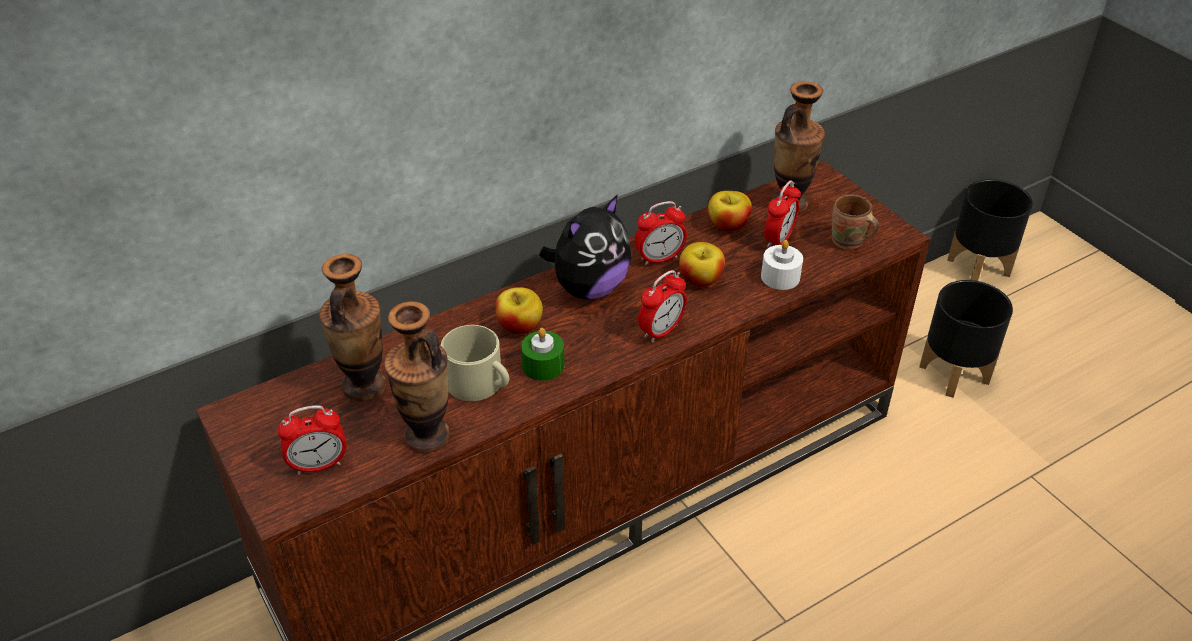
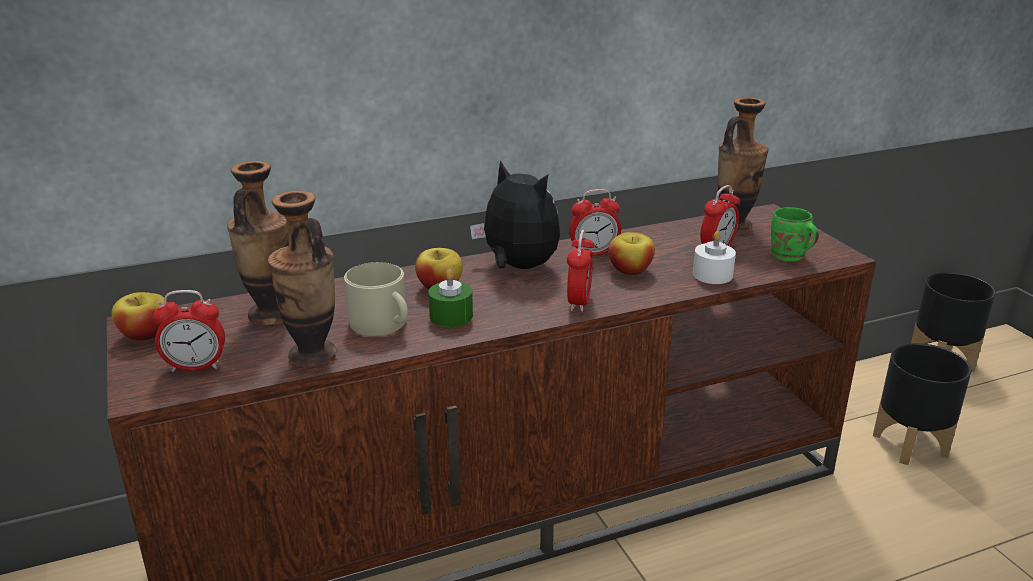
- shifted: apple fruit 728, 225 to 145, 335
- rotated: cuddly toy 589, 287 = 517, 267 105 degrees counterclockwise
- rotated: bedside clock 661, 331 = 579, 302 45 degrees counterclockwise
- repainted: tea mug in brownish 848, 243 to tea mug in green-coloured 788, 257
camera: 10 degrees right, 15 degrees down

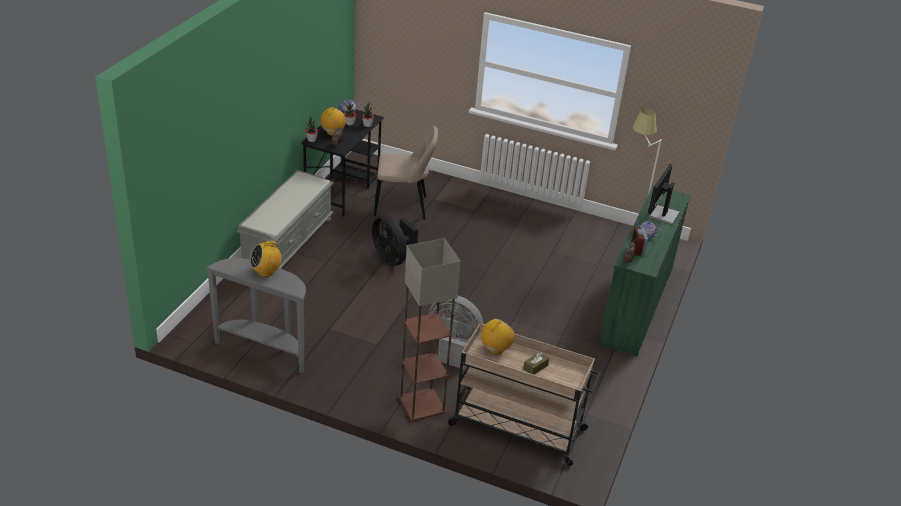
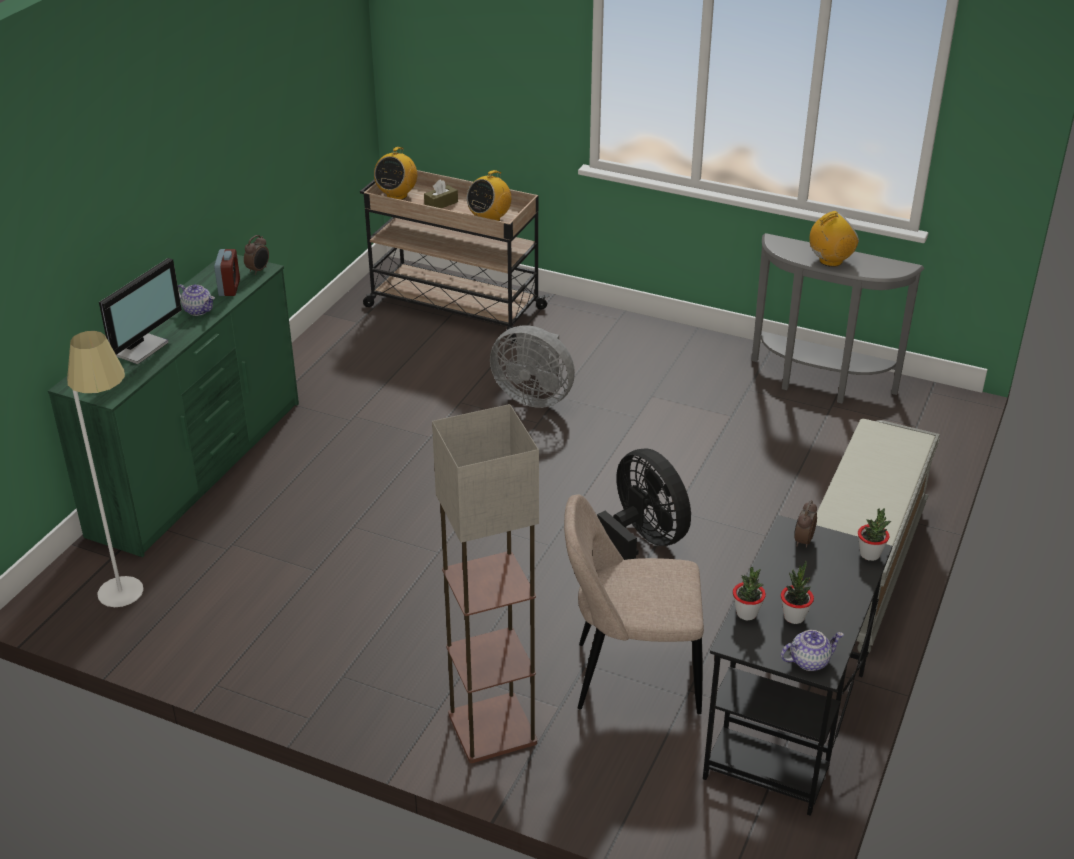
- shifted: radio receiver 333, 132 to 397, 195
- shifted: standard lamp 421, 405 to 493, 727
camera: 175 degrees left, 0 degrees up

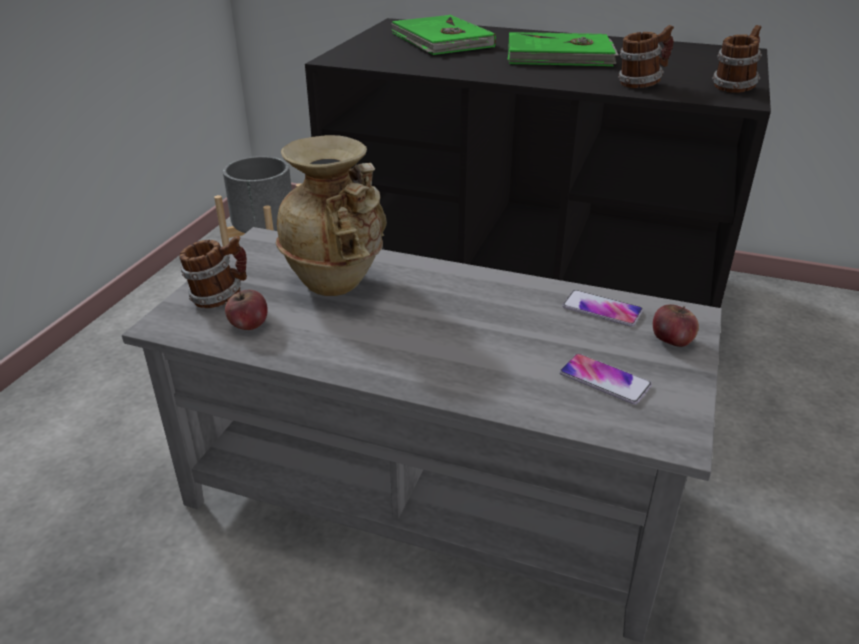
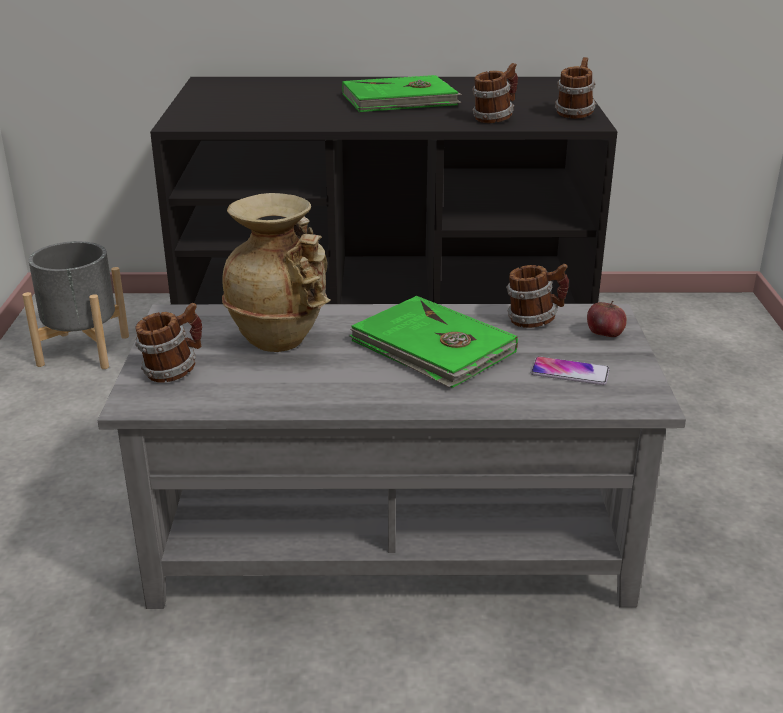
- shifted: book in green-coloured 440, 40 to 432, 348
- swapped: telephone 602, 309 to tea mug 534, 320
- gone: apple fruit 248, 325
camera: 20 degrees left, 5 degrees down

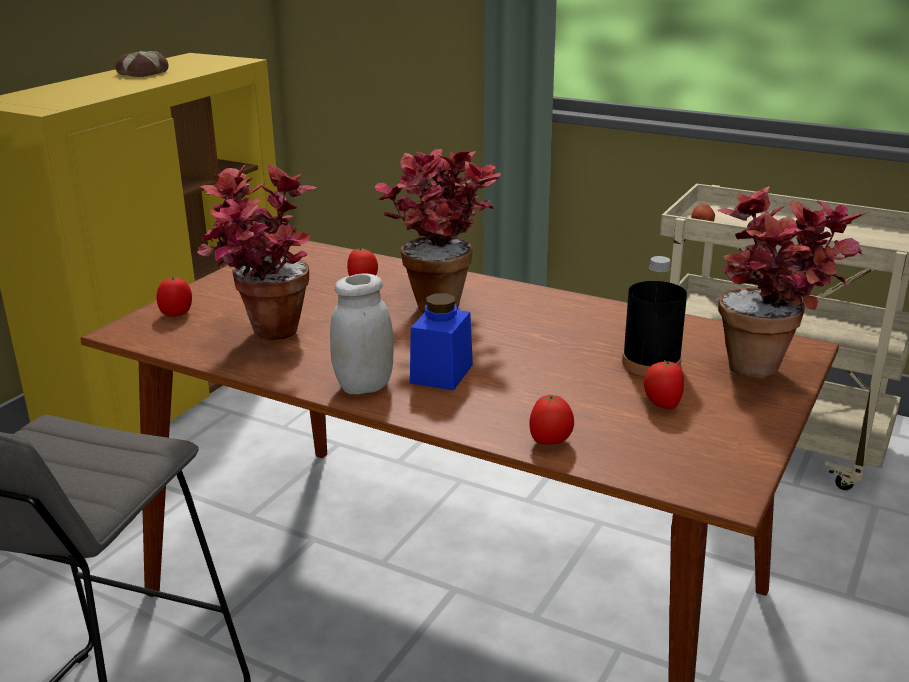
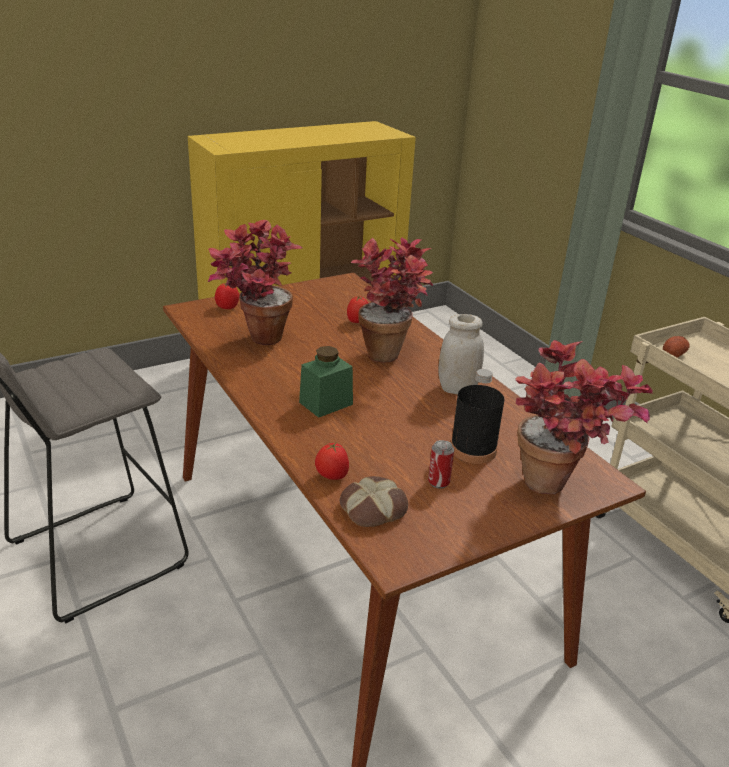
- repainted: storage jar in bluish 441, 373 to storage jar in green-coloured 326, 403
- shifted: bread 142, 72 to 373, 508
- swapped: whole tomato 662, 405 to metal can 438, 482
- shifted: storage jar in white-coloured 364, 386 to 457, 389
camera: 30 degrees right, 5 degrees up

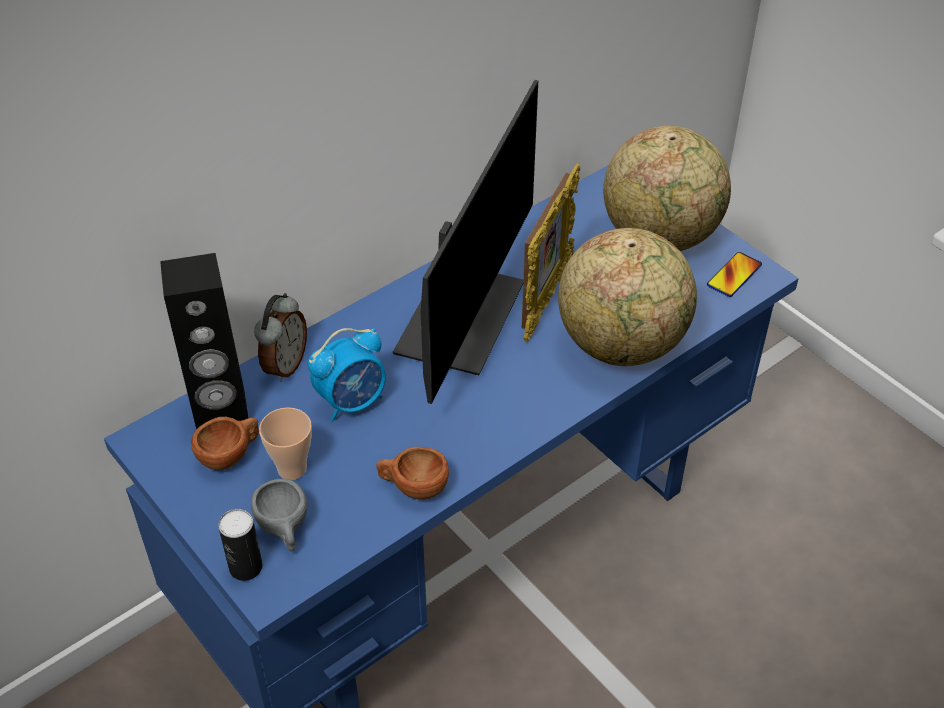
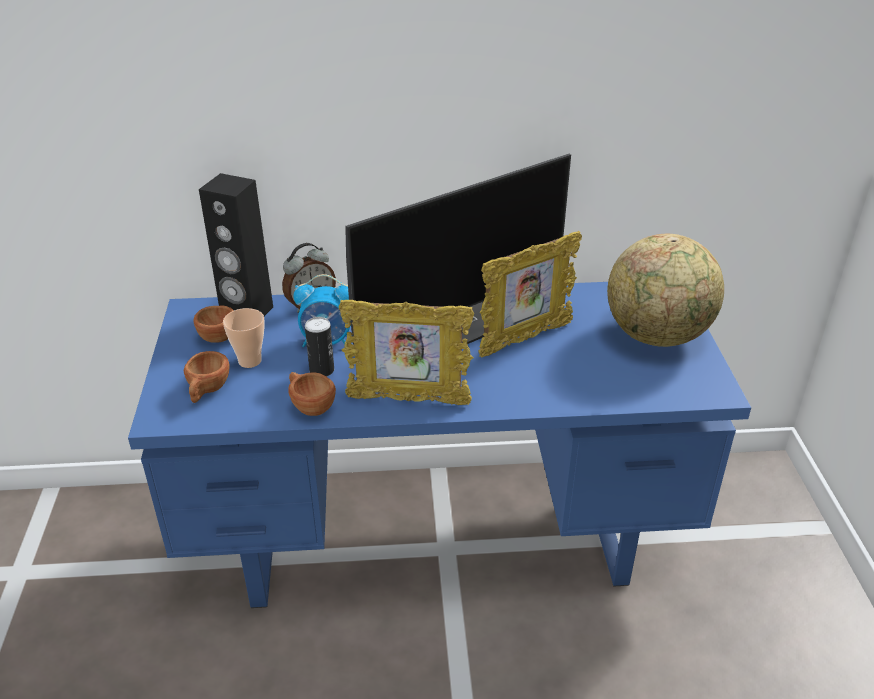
- repainted: small cup in gray 284, 529 to small cup in brownish 207, 391
- shifted: metal can 245, 567 to 322, 370
- new: standing frame 408, 400
- gone: desk globe 622, 344
- gone: telephone 734, 275
camera: 35 degrees right, 10 degrees down

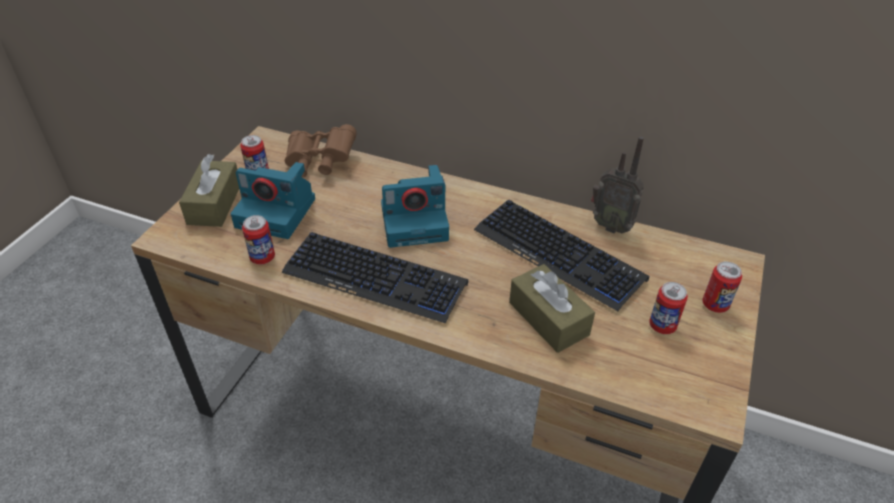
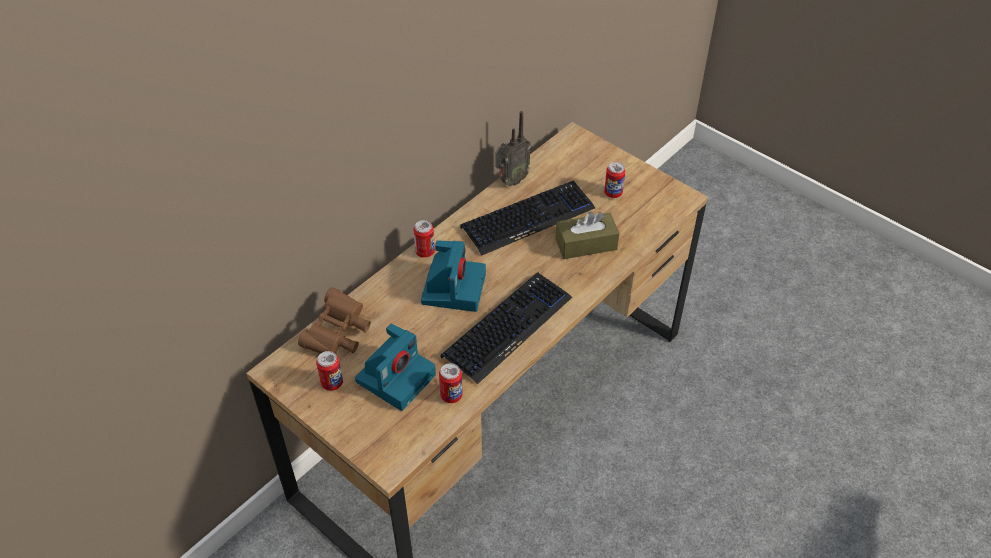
- shifted: metal can 715, 305 to 425, 252
- gone: box of tissues in brownish 214, 204
camera: 70 degrees left, 5 degrees up

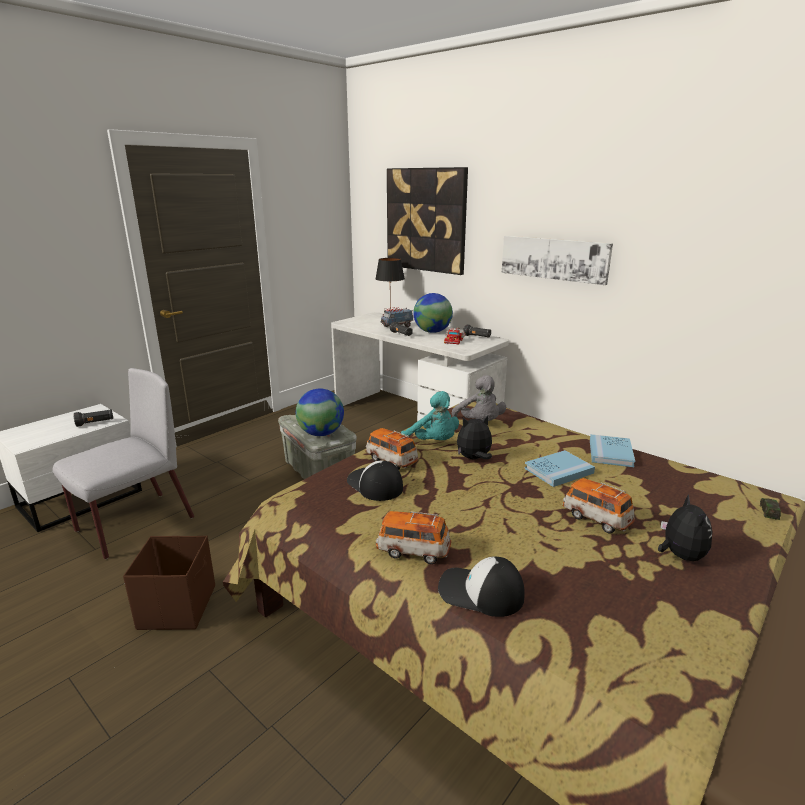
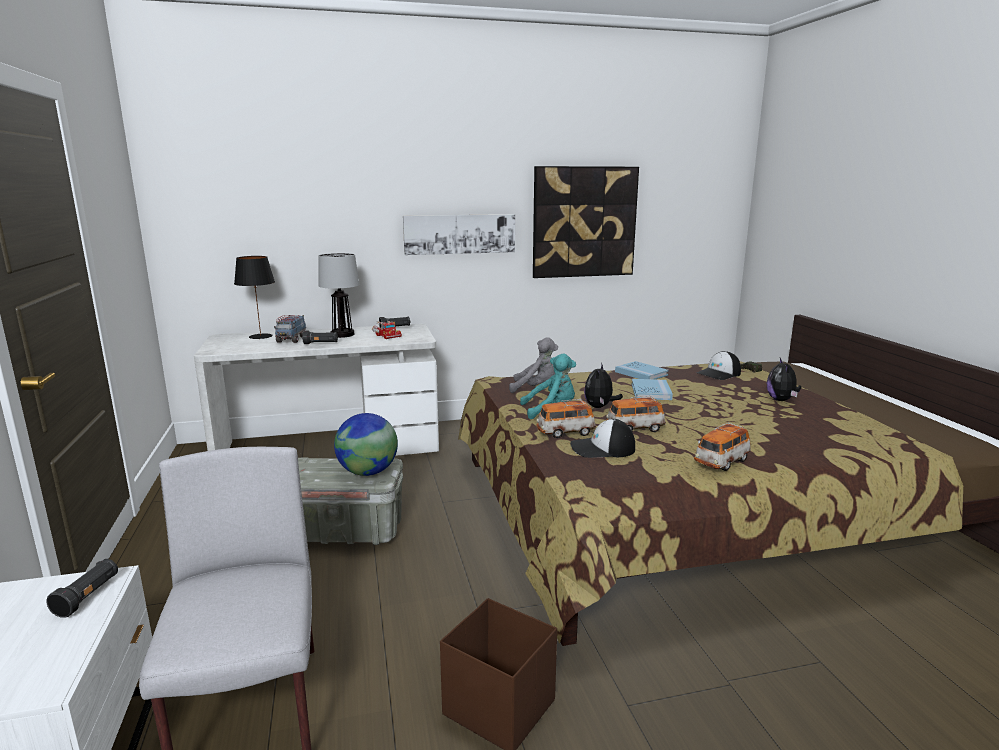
- swapped: desk globe 432, 332 to table lamp 343, 334
- shifted: picture 426, 220 to 584, 222
- shifted: toy car 596, 519 to 635, 428
- shifted: peaked cap 480, 592 to 719, 374
- rotated: cuddly toy 679, 555 = 781, 400 120 degrees counterclockwise
camera: 55 degrees left, 5 degrees down

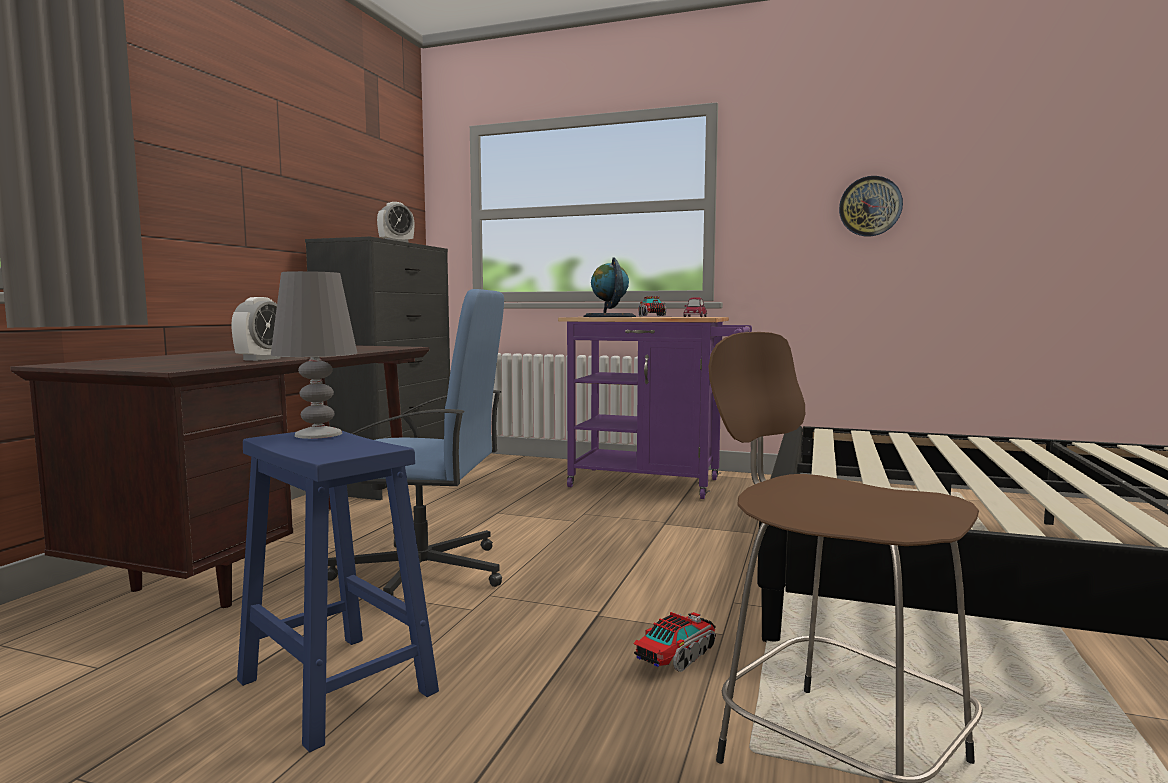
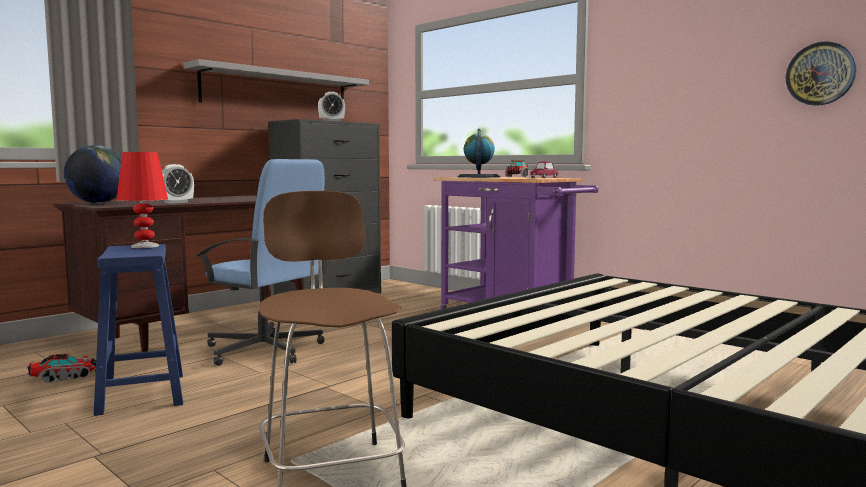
- shifted: model truck 677, 655 to 65, 377
- new: desk globe 98, 203
- repainted: table lamp in gray 318, 434 to table lamp in reddish 144, 246
- new: shelf in gray 277, 90
- shifted: hanging clock 870, 206 to 820, 74
camera: 25 degrees right, 0 degrees up

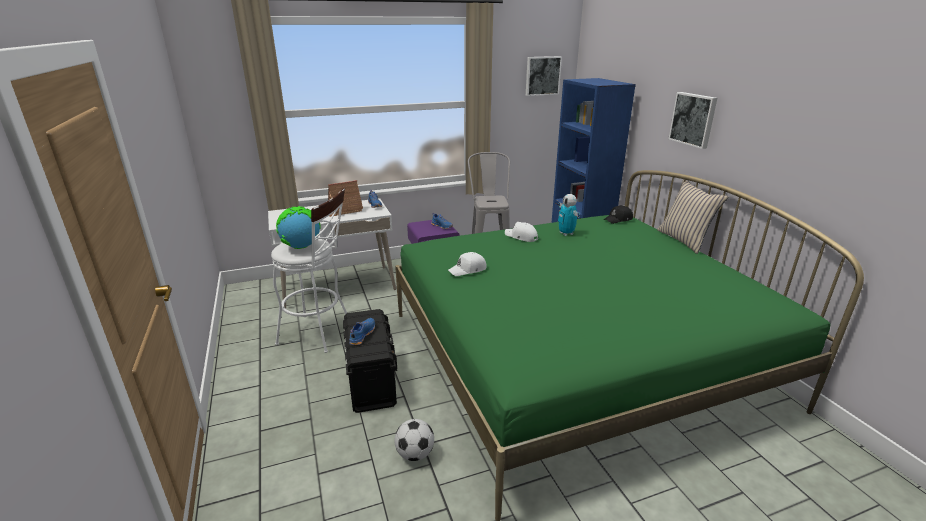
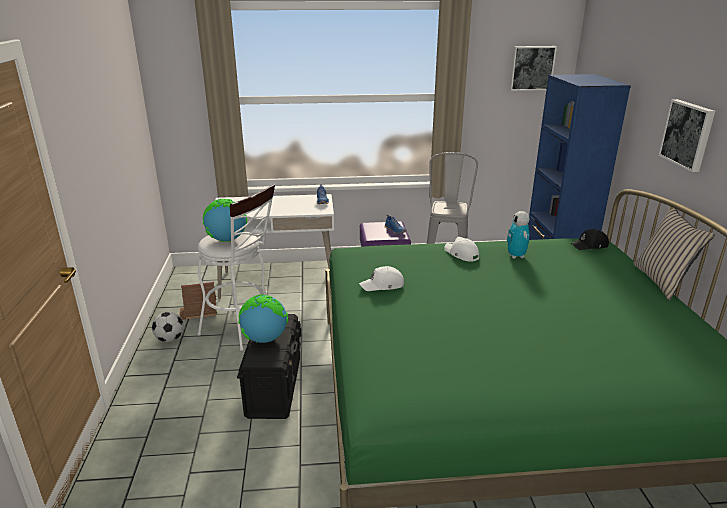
- shifted: ball for football 415, 454 to 170, 339
- shifted: toy house 343, 210 to 199, 311
- swapped: item of footwear in bluish 362, 335 to desk globe 264, 339
camera: 15 degrees right, 0 degrees up

